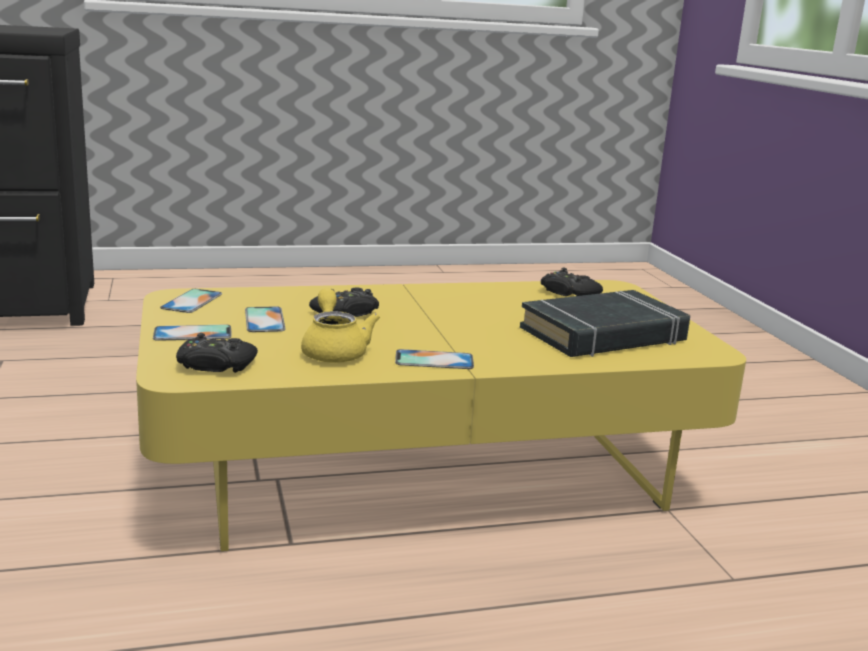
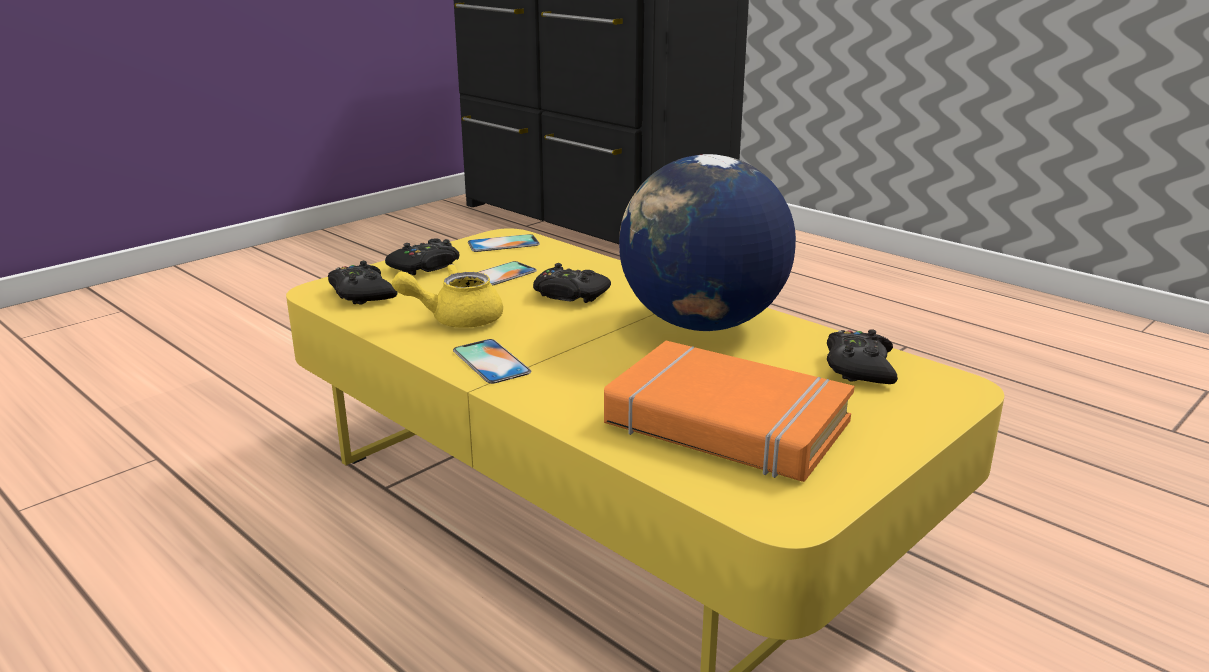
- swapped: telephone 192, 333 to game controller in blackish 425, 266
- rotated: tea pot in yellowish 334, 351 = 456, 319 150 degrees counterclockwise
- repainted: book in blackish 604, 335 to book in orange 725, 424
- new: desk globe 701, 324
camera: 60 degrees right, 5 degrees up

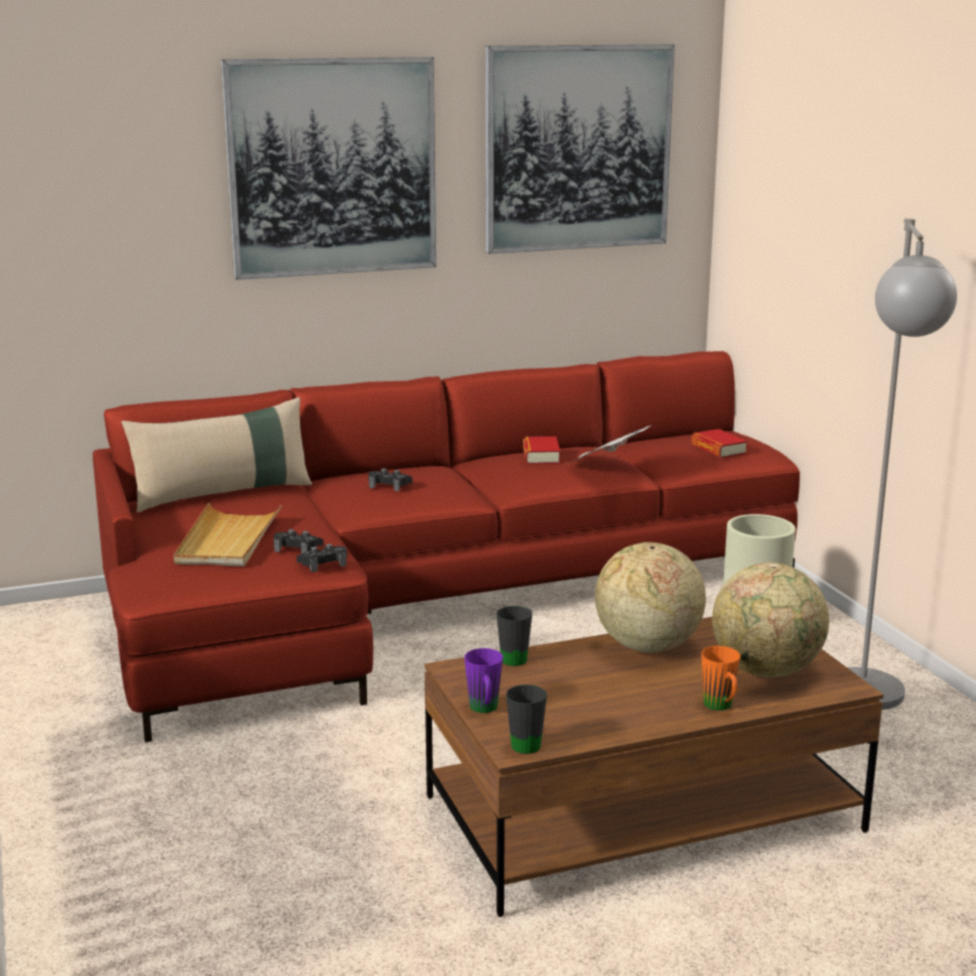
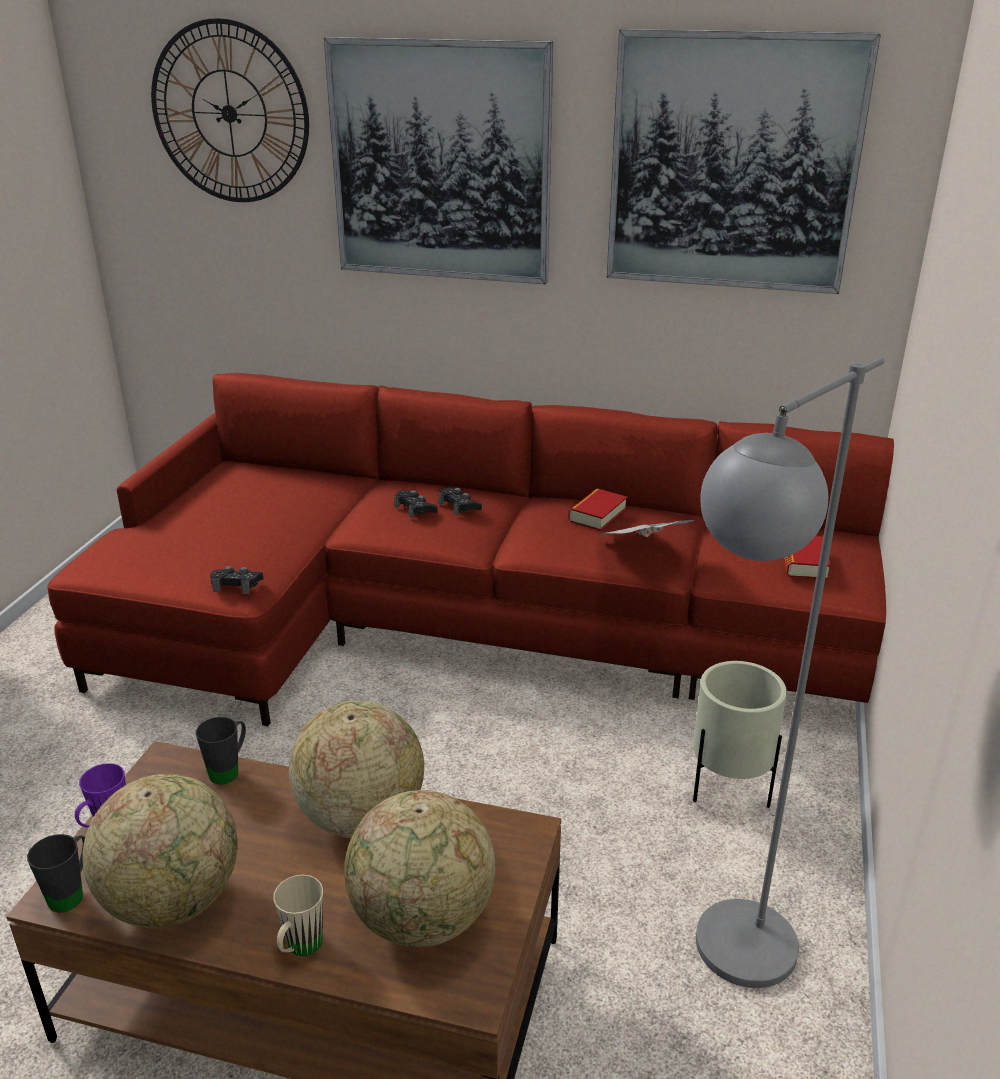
- new: desk globe 173, 900
- new: hanging clock 229, 113
- repainted: tea mug in orange 721, 707 to tea mug in beige 300, 949
- shifted: game controller in blackish 297, 548 to 459, 506
- gone: pillow in beige 223, 494
- gone: serving tray in beige 228, 540
camera: 35 degrees right, 10 degrees up

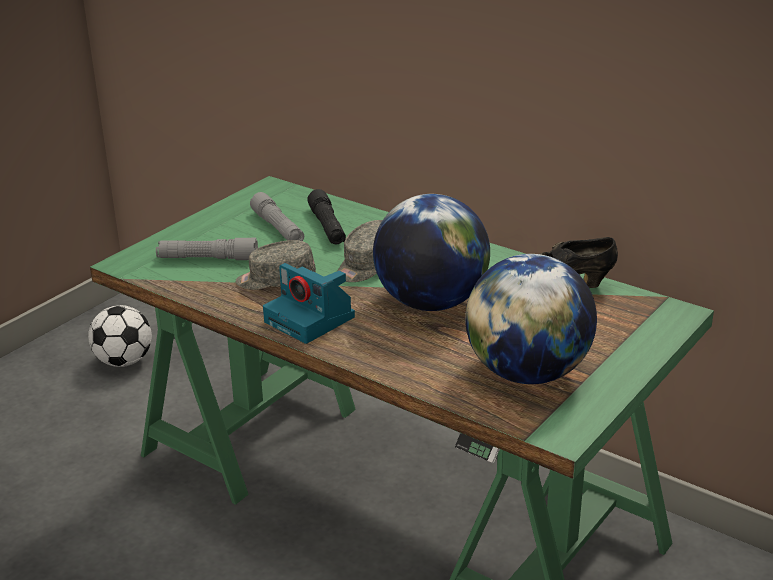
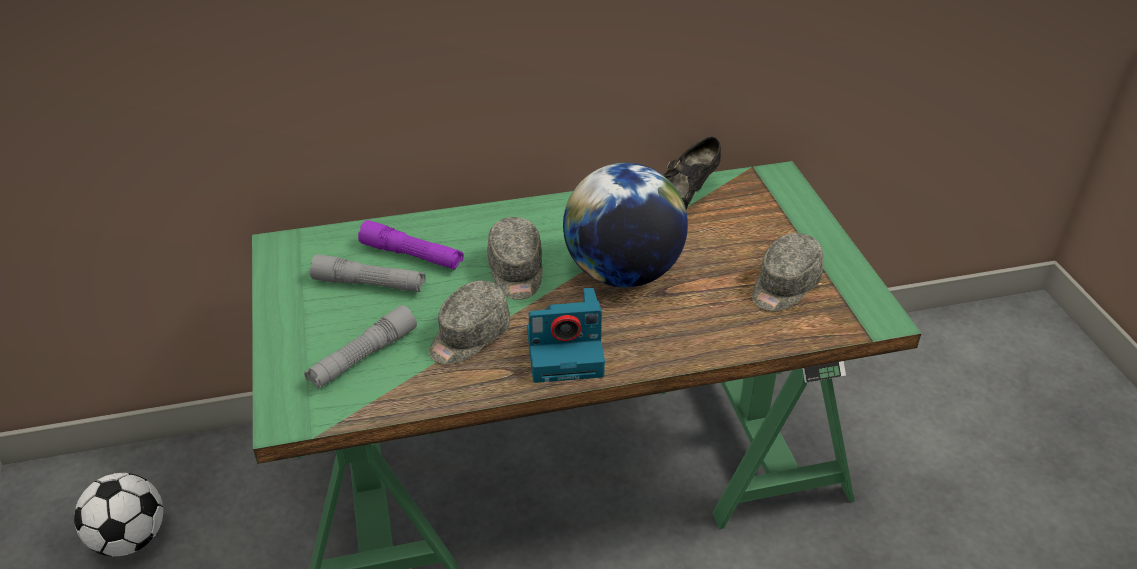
- repainted: torch in blackish 327, 227 to torch in purplish 412, 255
- swapped: desk globe 527, 373 to peaked cap in gray 784, 286
camera: 50 degrees left, 10 degrees up

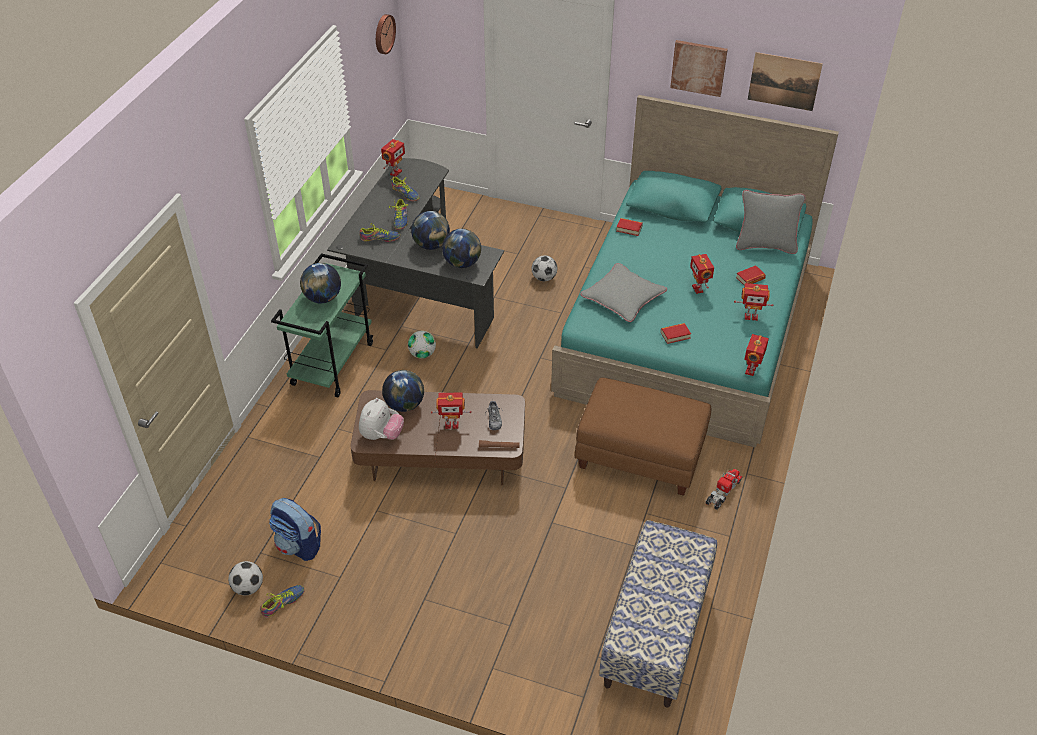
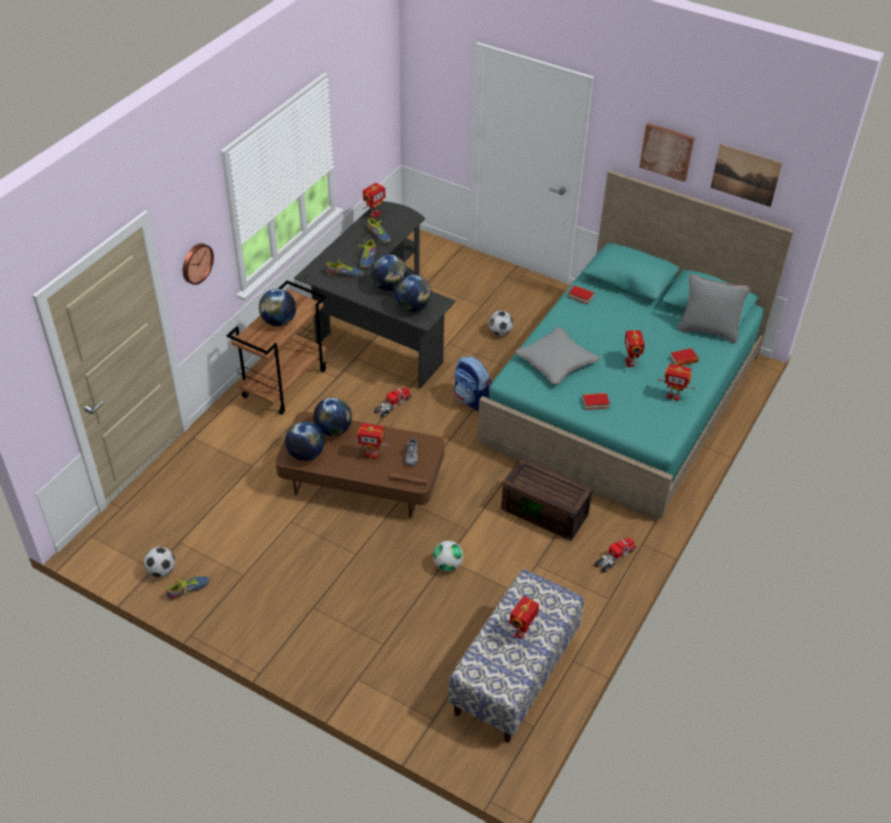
- shifted: hanging clock 383, 34 to 196, 263
- repainted: trolley in green-coloured 332, 363 to trolley in brownish 285, 383
- swapped: cuddly toy 381, 435 to desk globe 306, 454
- new: model truck 393, 405
- shifted: ball for football 422, 354 to 447, 565
- shifted: knapsack 299, 545 to 472, 399
- swapped: ottoman in brownish 641, 455 to storage box in brownish 546, 511
- shifted: toy robot 751, 370 to 521, 632
camera: 10 degrees right, 0 degrees up

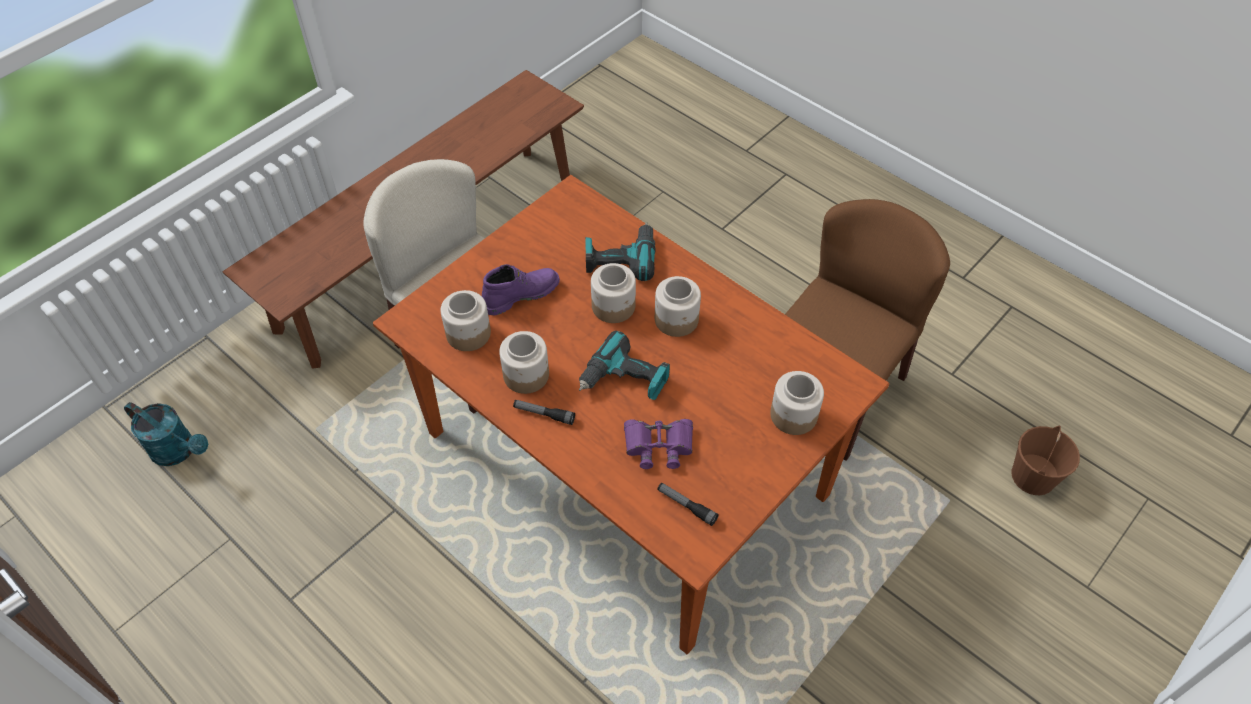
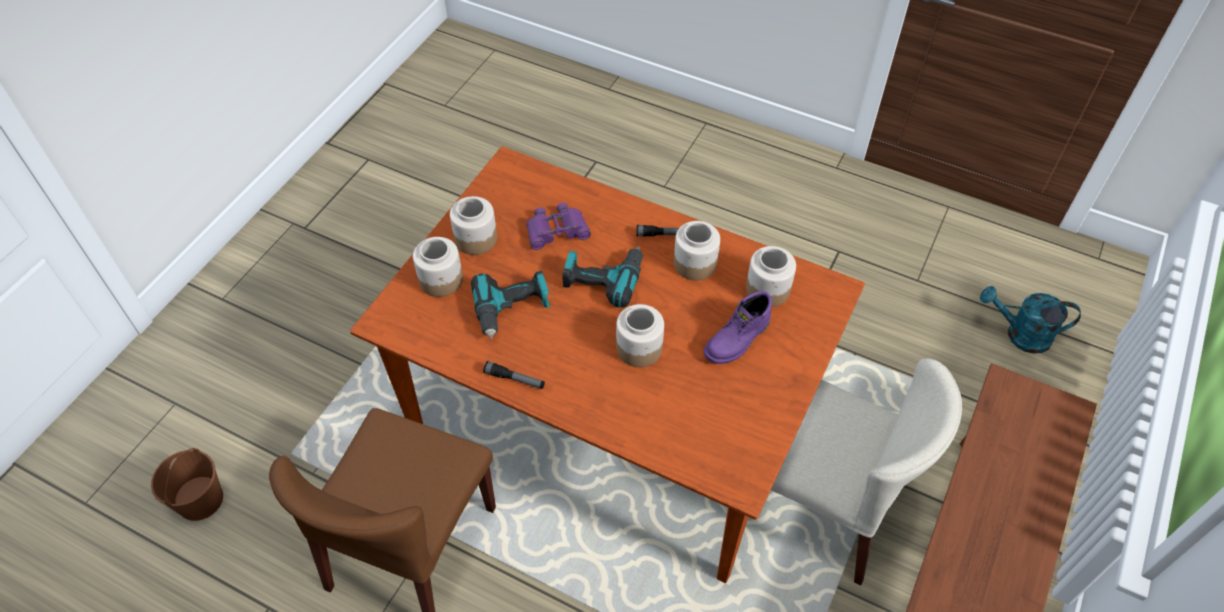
- shifted: storage jar 677, 320 to 475, 238
- shifted: power drill 620, 258 to 512, 309
- shifted: torch 686, 506 to 514, 379
camera: 165 degrees right, 0 degrees up

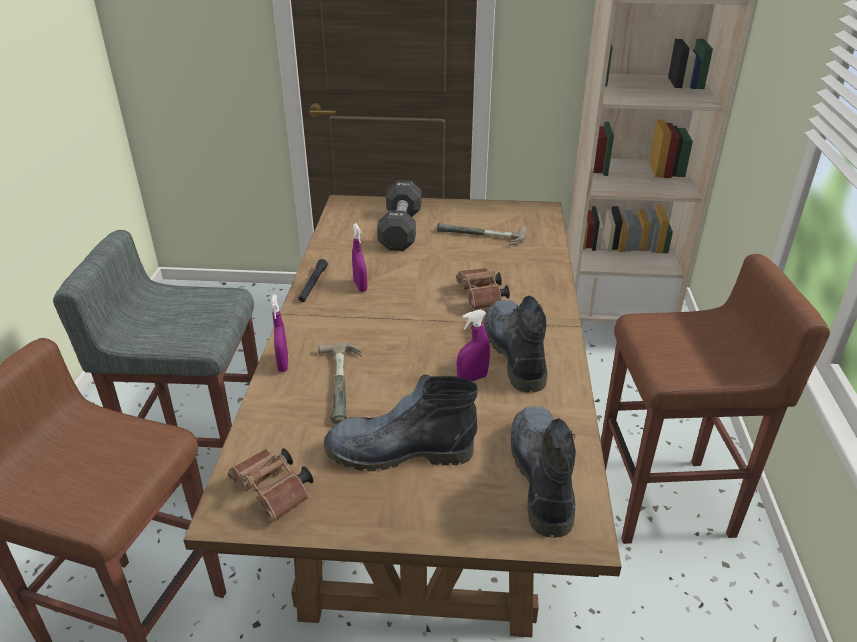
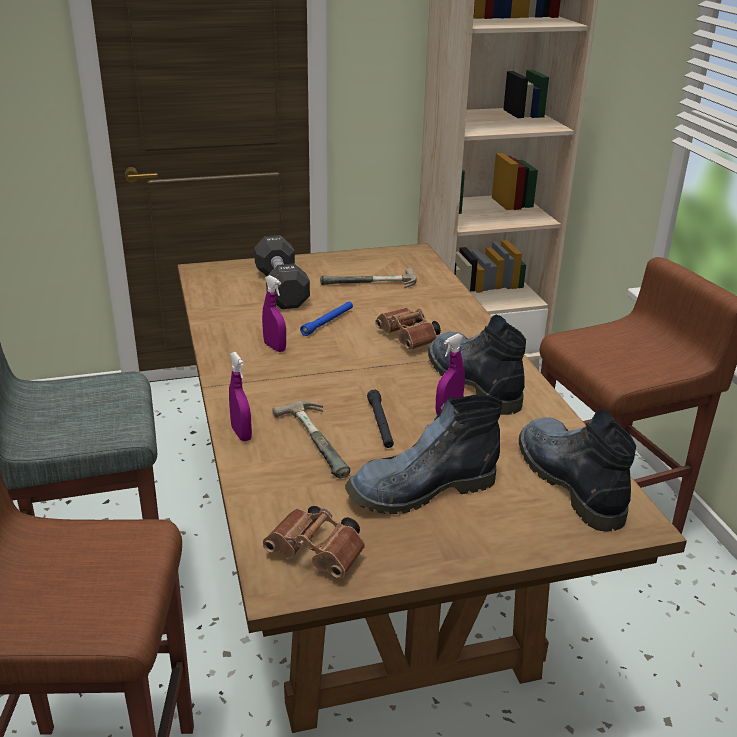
- new: torch in bluish 328, 322
- shifted: torch in blackish 313, 285 to 380, 424
camera: 20 degrees left, 5 degrees down

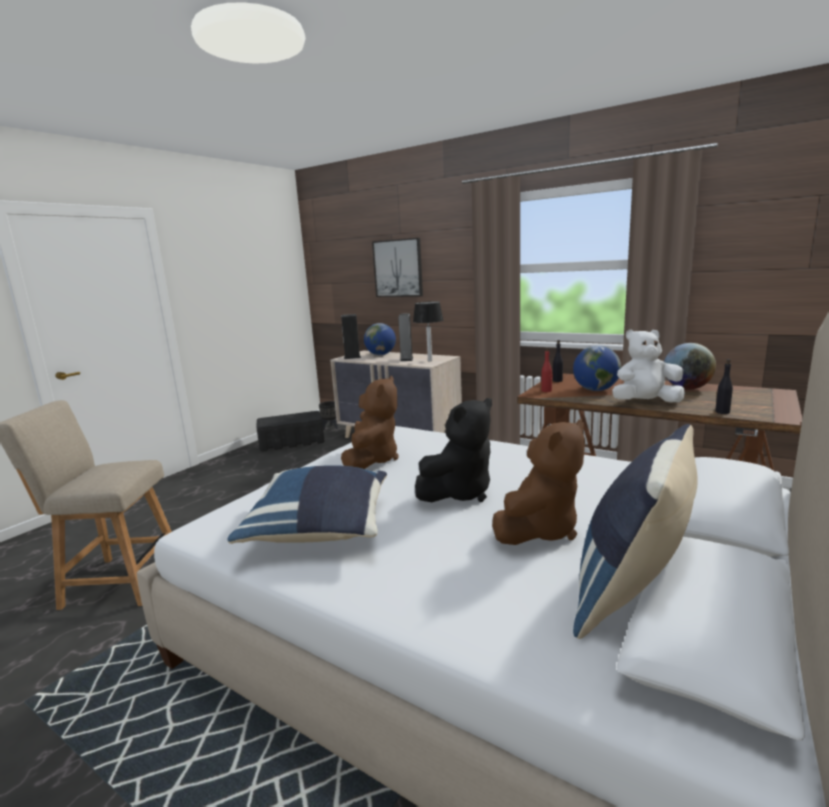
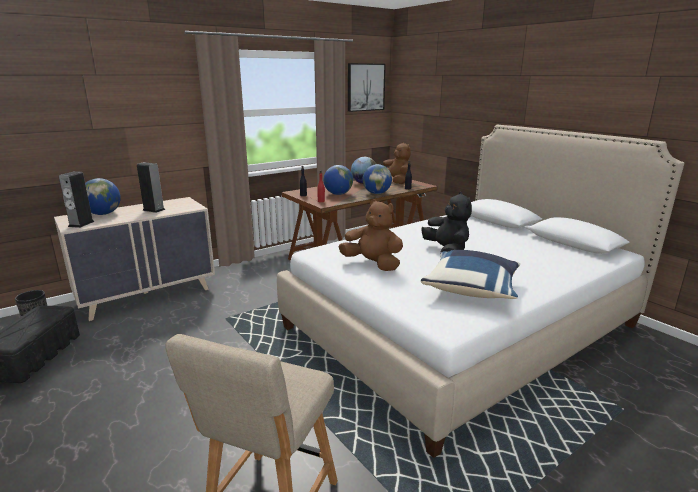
- shifted: picture 398, 268 to 365, 87
- swapped: cuddly toy in white-coloured 645, 403 to desk globe 376, 193
- shifted: cuddly toy in brownish 539, 529 to 396, 181
- gone: table lamp 429, 361
- gone: pillow in bluish 632, 594
camera: 70 degrees left, 5 degrees up

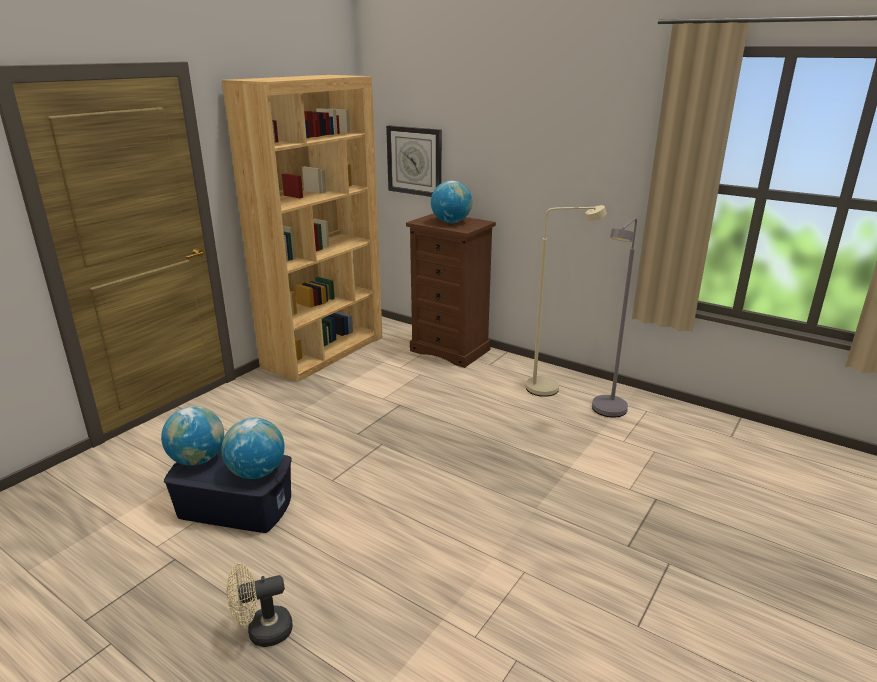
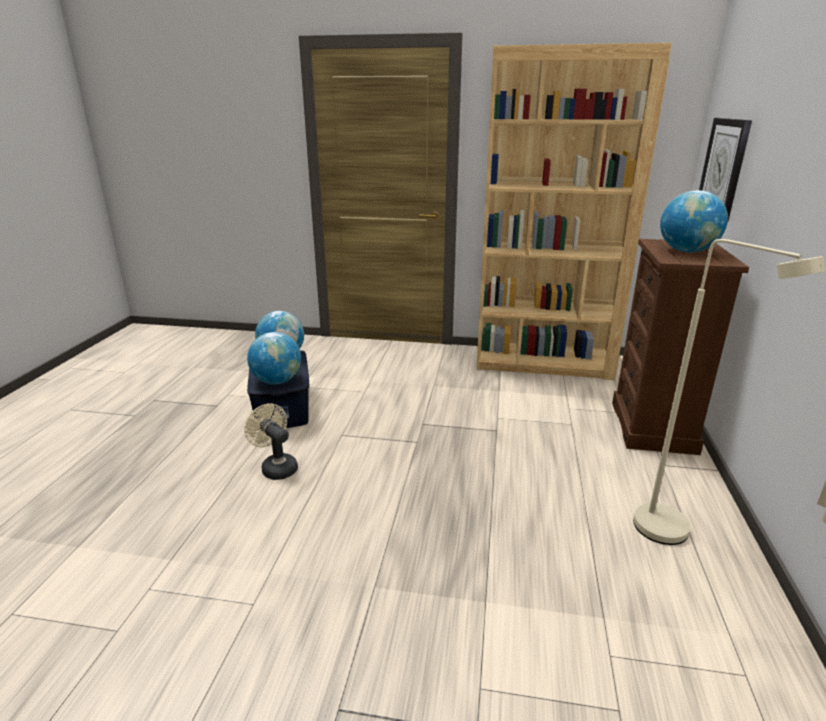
- shifted: cooling fan in beige 262, 632 to 276, 467
- gone: standard lamp in gray 606, 413
camera: 65 degrees right, 0 degrees up

